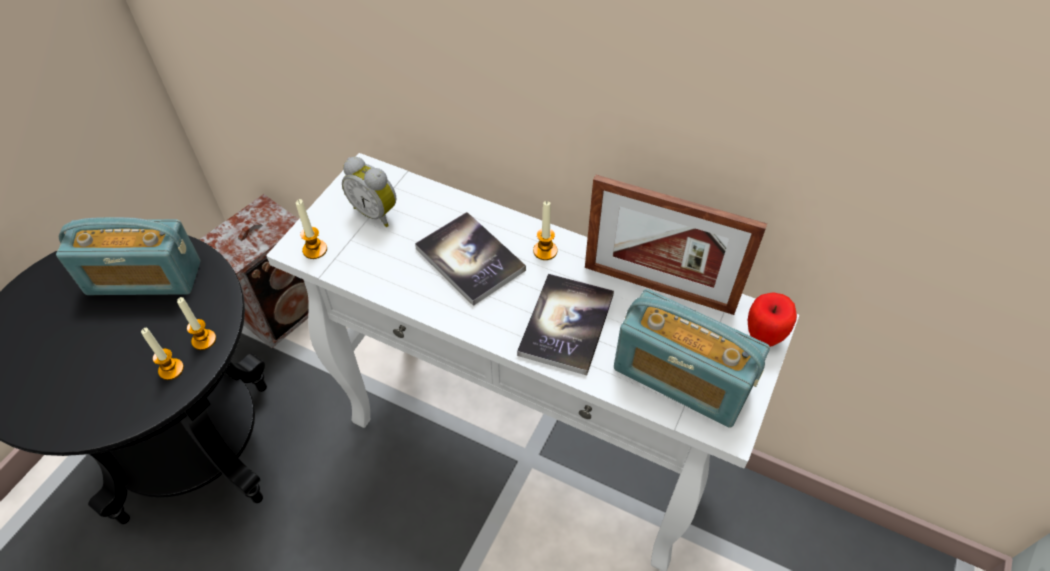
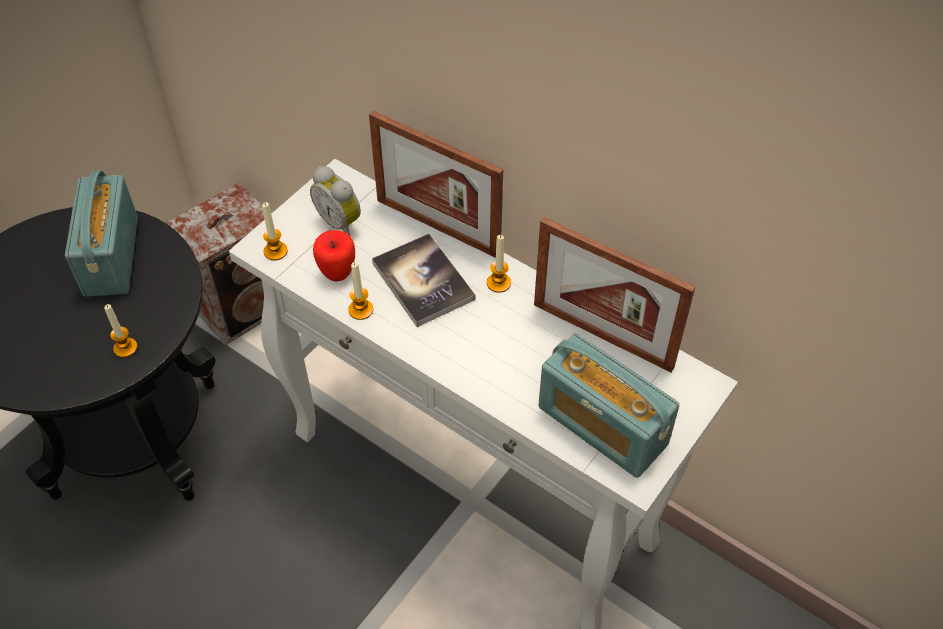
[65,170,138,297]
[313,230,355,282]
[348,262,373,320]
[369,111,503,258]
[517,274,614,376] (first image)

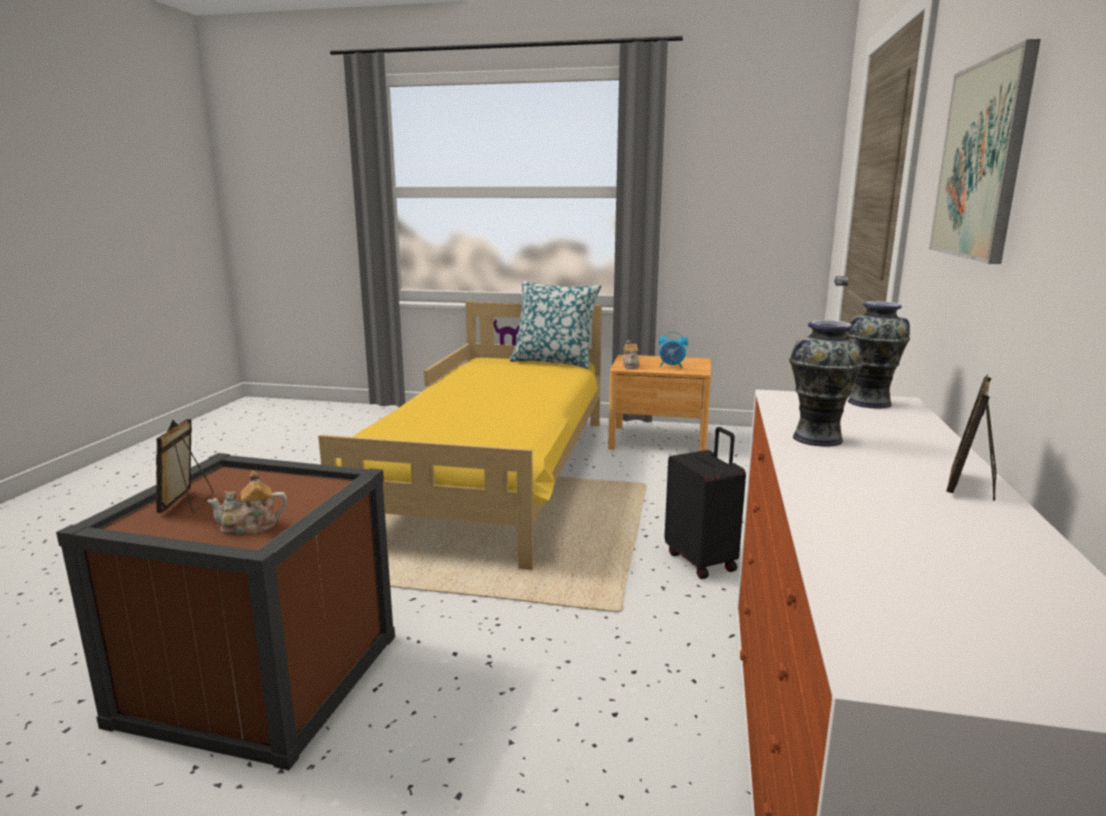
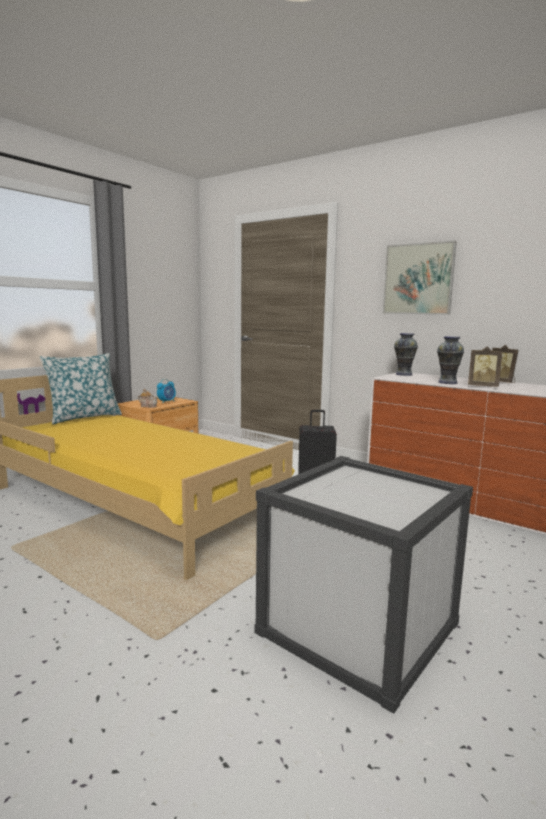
[254,456,473,714]
[468,347,502,387]
[207,471,287,535] (first image)

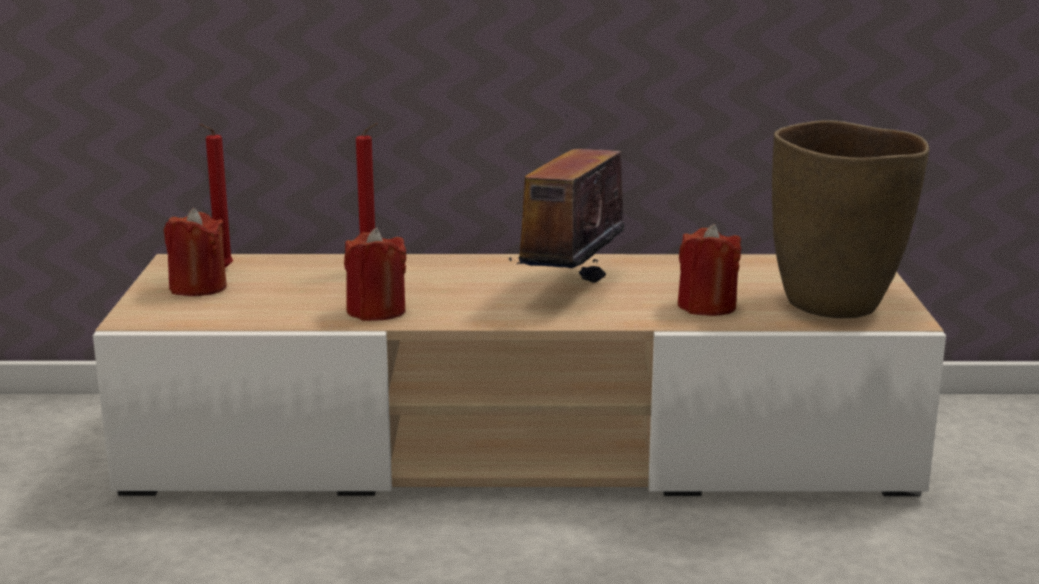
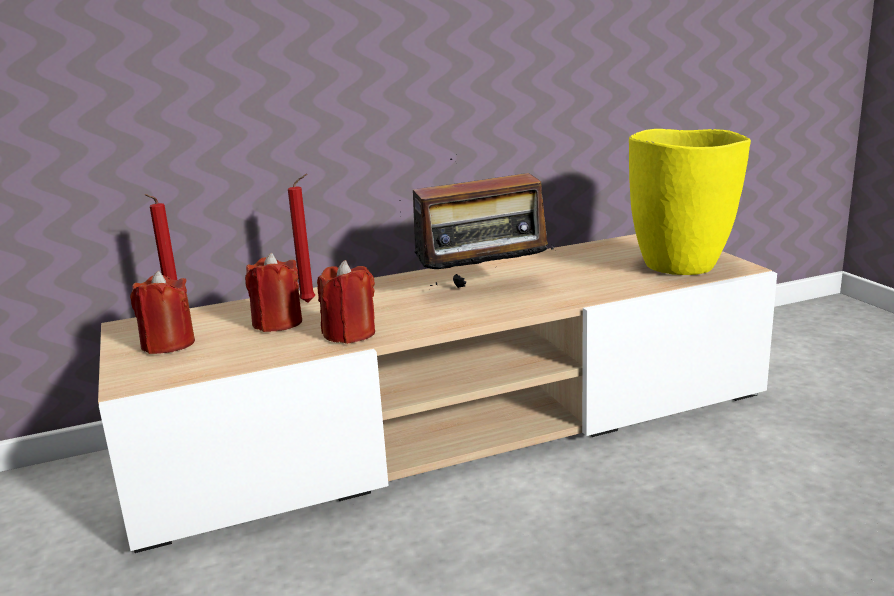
[245,253,302,332]
[413,154,554,288]
[629,129,751,275]

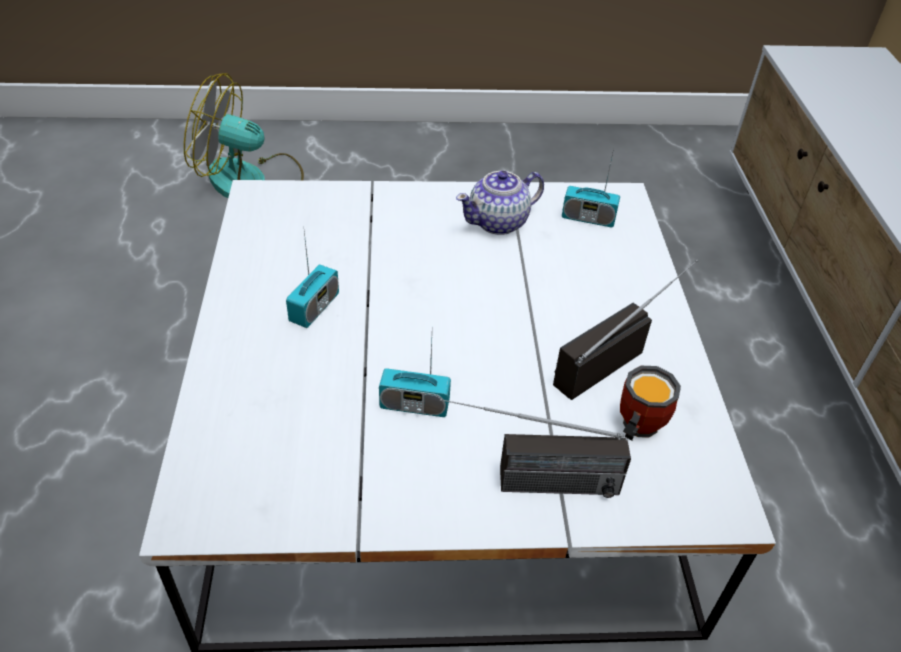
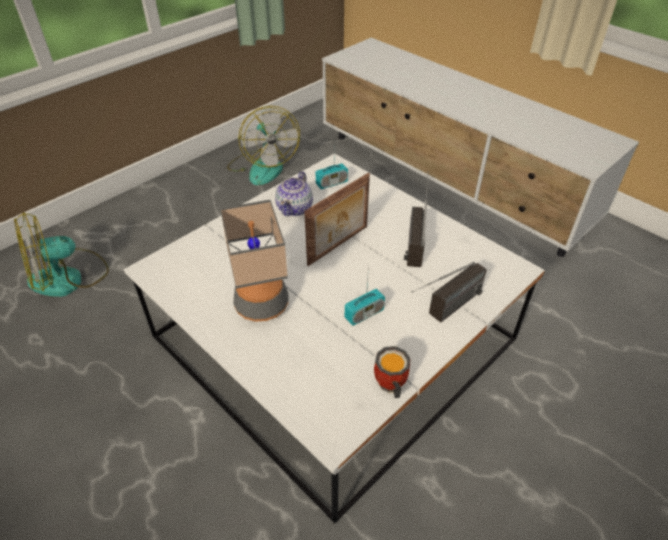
[220,200,289,322]
[227,106,300,185]
[304,173,370,266]
[374,346,411,398]

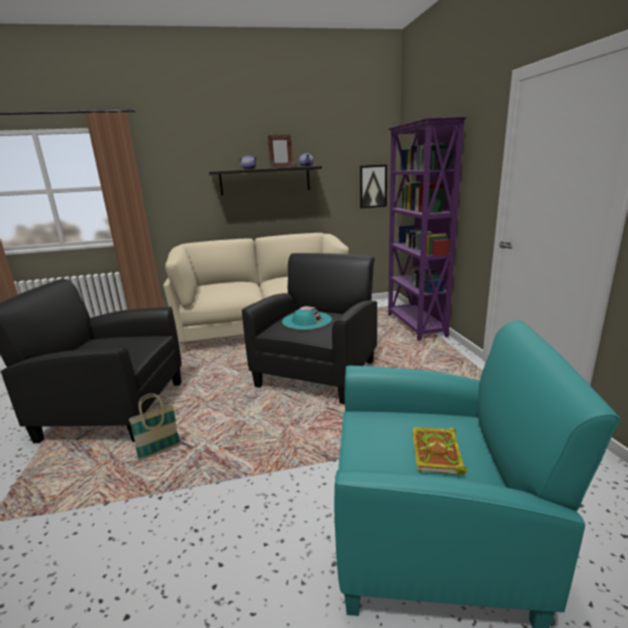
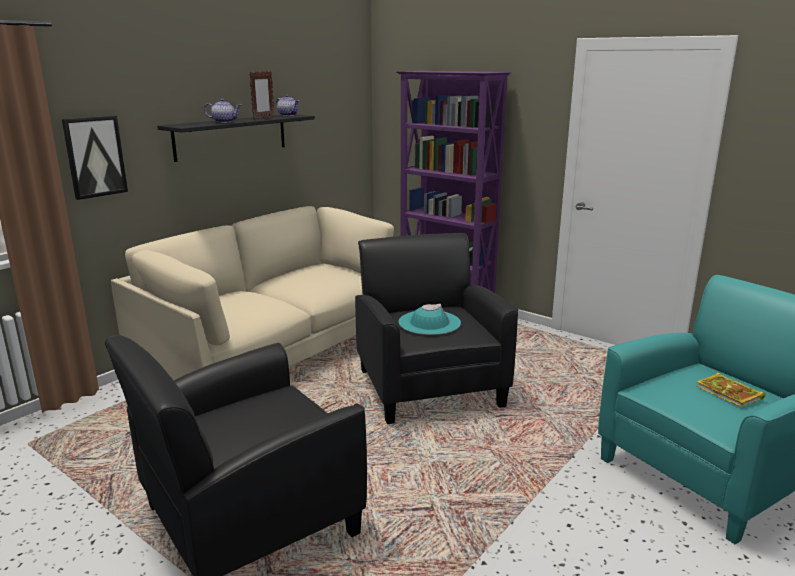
[62,116,128,200]
[129,393,181,461] (first image)

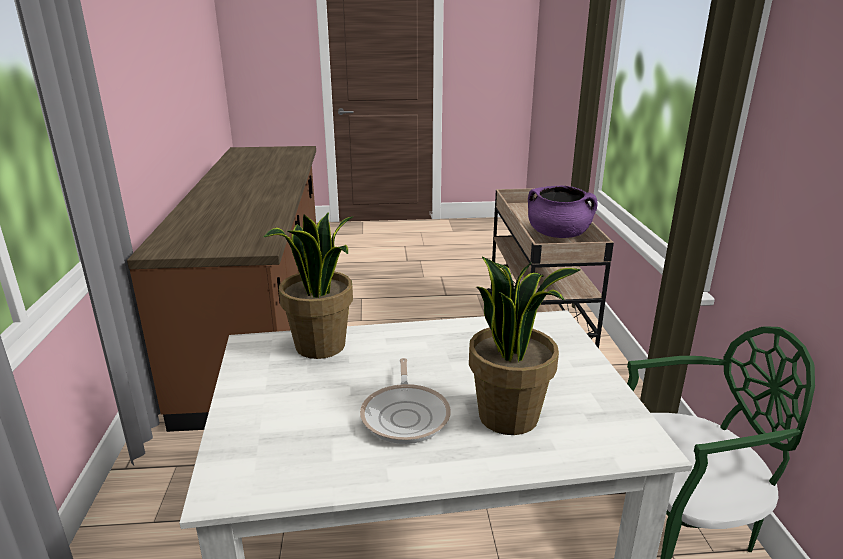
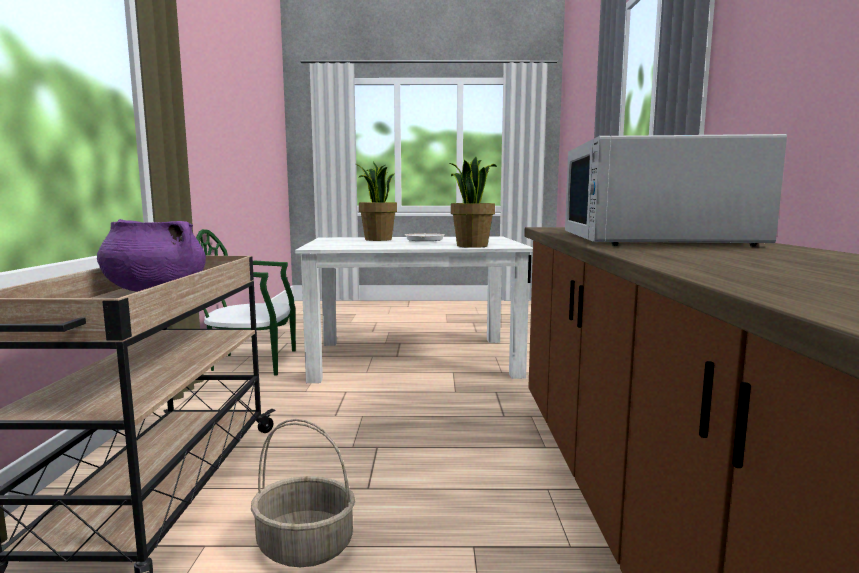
[251,419,355,567]
[565,134,787,247]

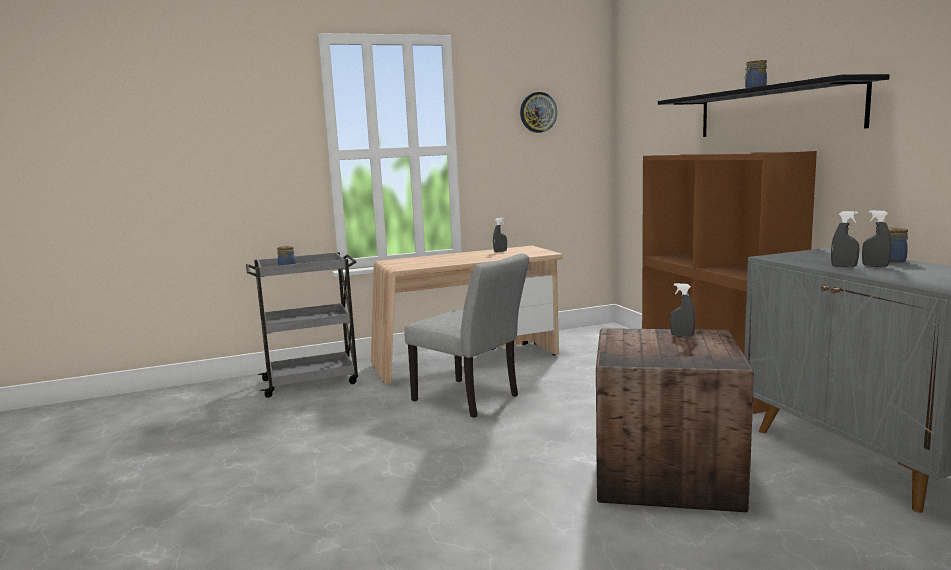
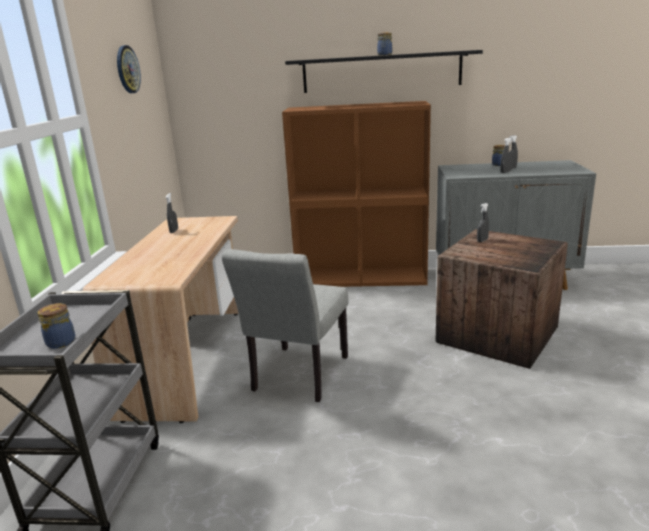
[222,249,349,402]

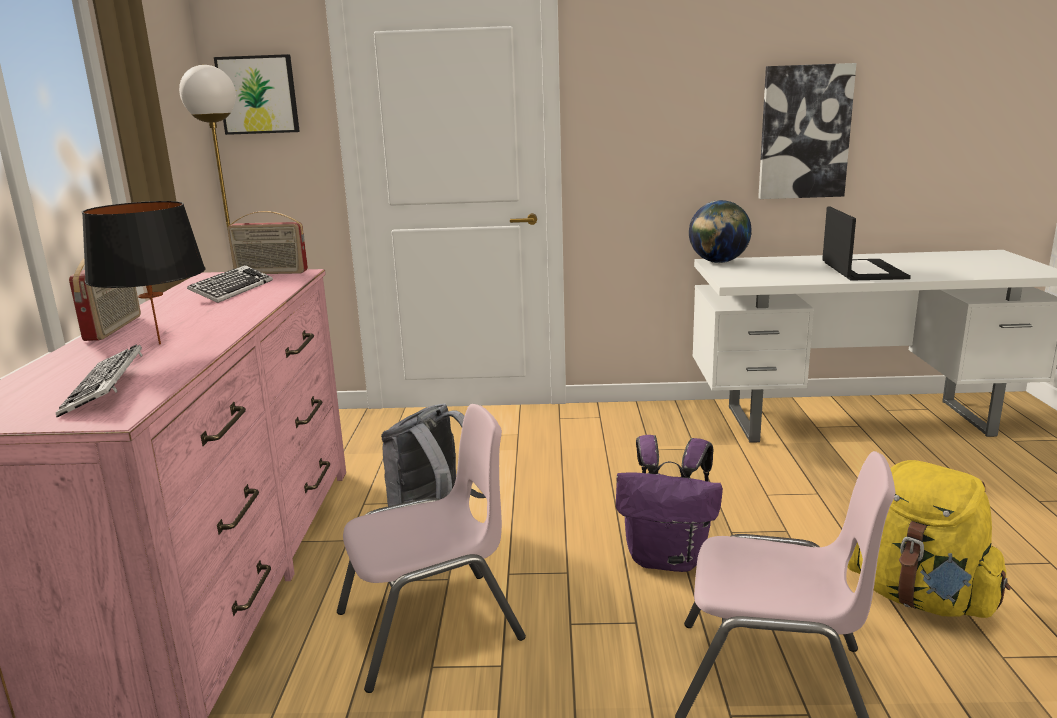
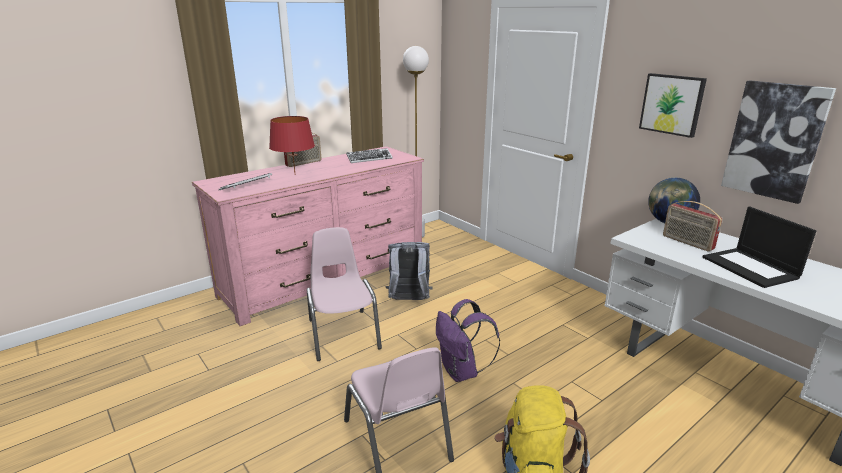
[269,116,315,172]
[307,227,382,361]
[639,73,707,138]
[663,201,722,251]
[702,207,817,288]

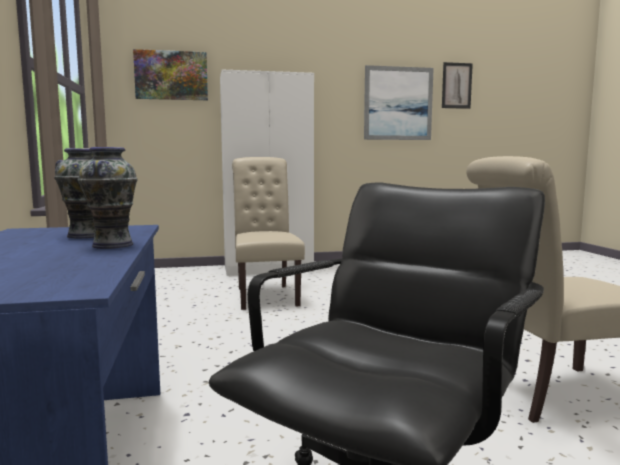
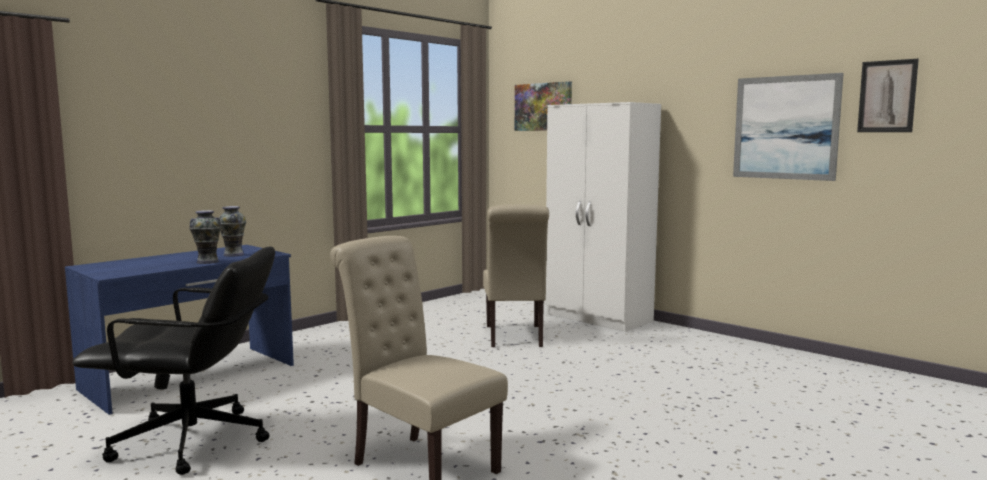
[483,204,549,347]

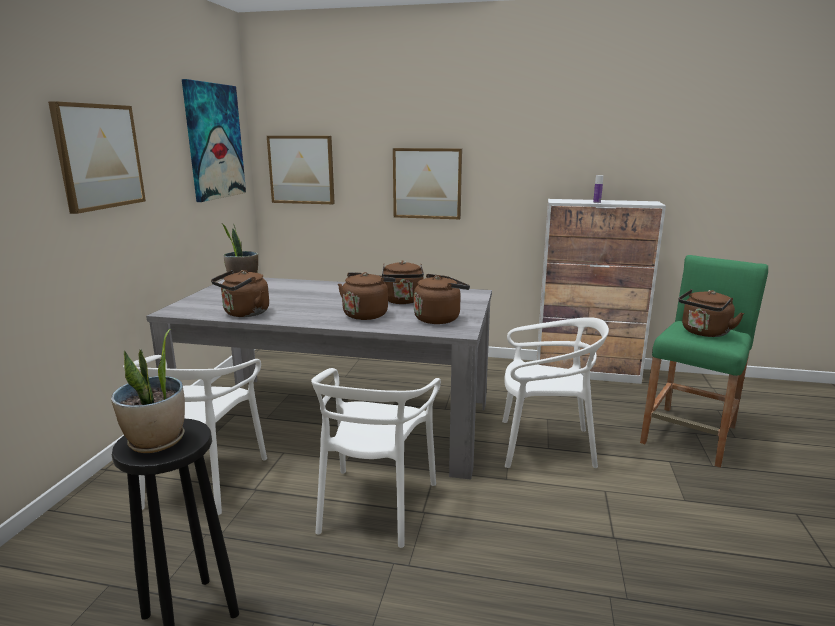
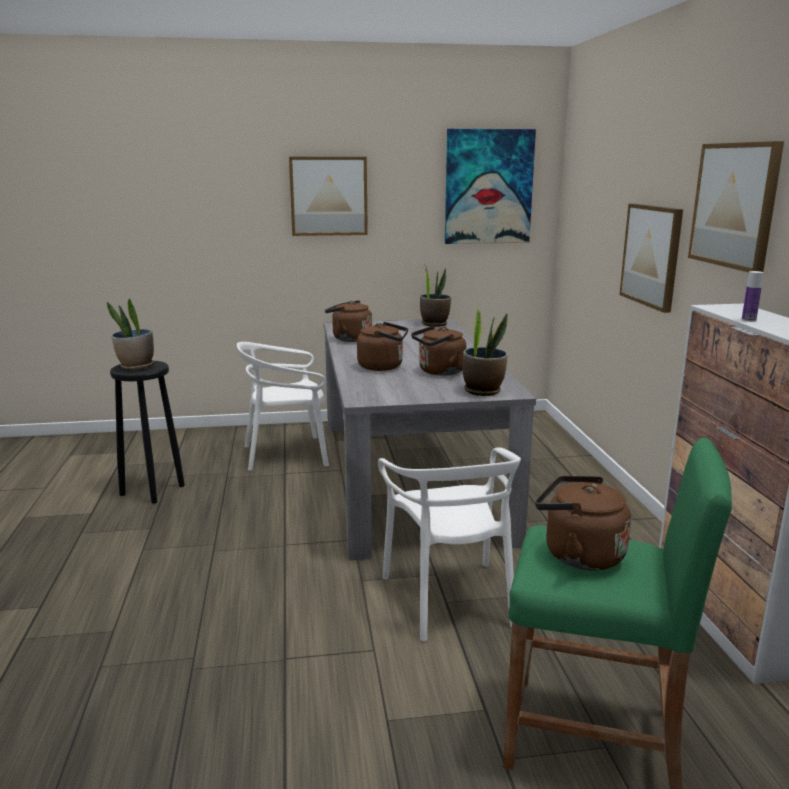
[463,306,508,396]
[688,141,784,272]
[311,368,441,548] (first image)
[414,274,470,324] (first image)

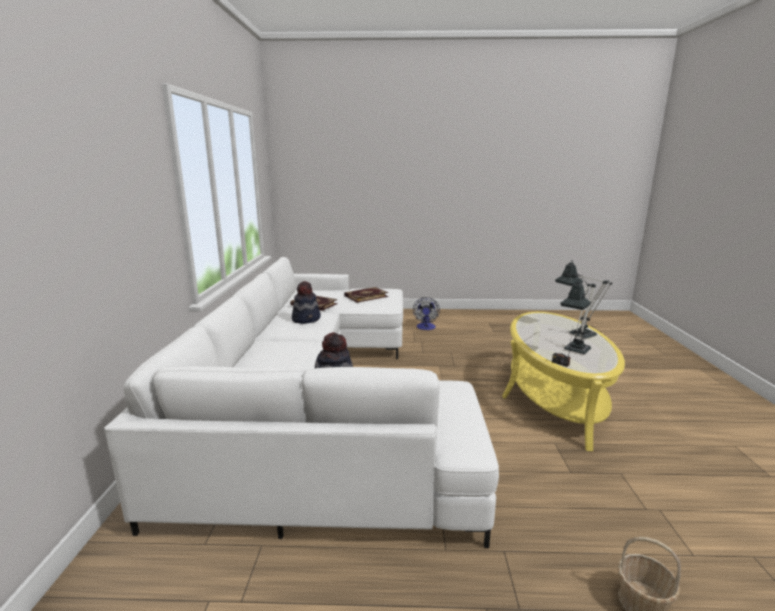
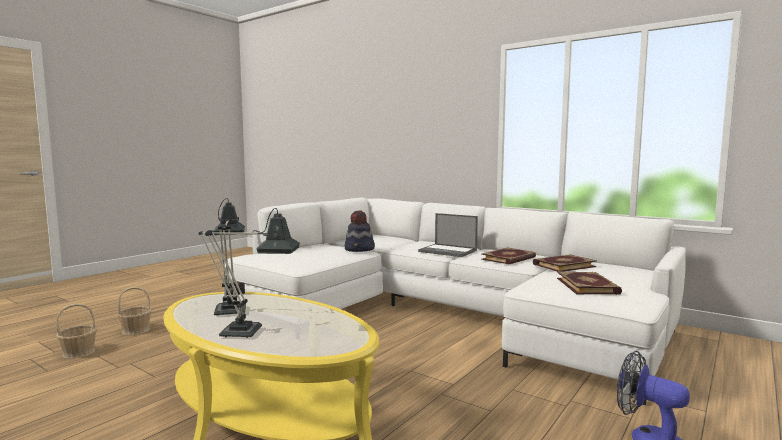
[56,304,97,359]
[418,213,478,257]
[481,247,536,265]

